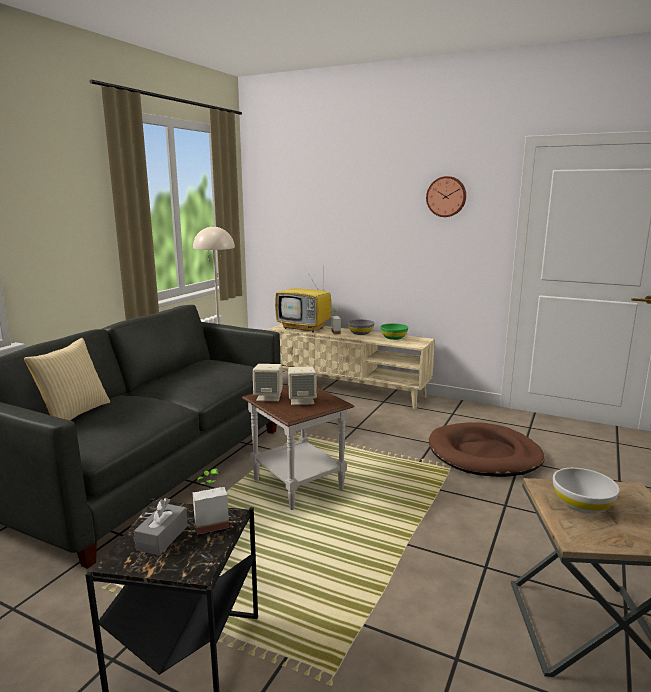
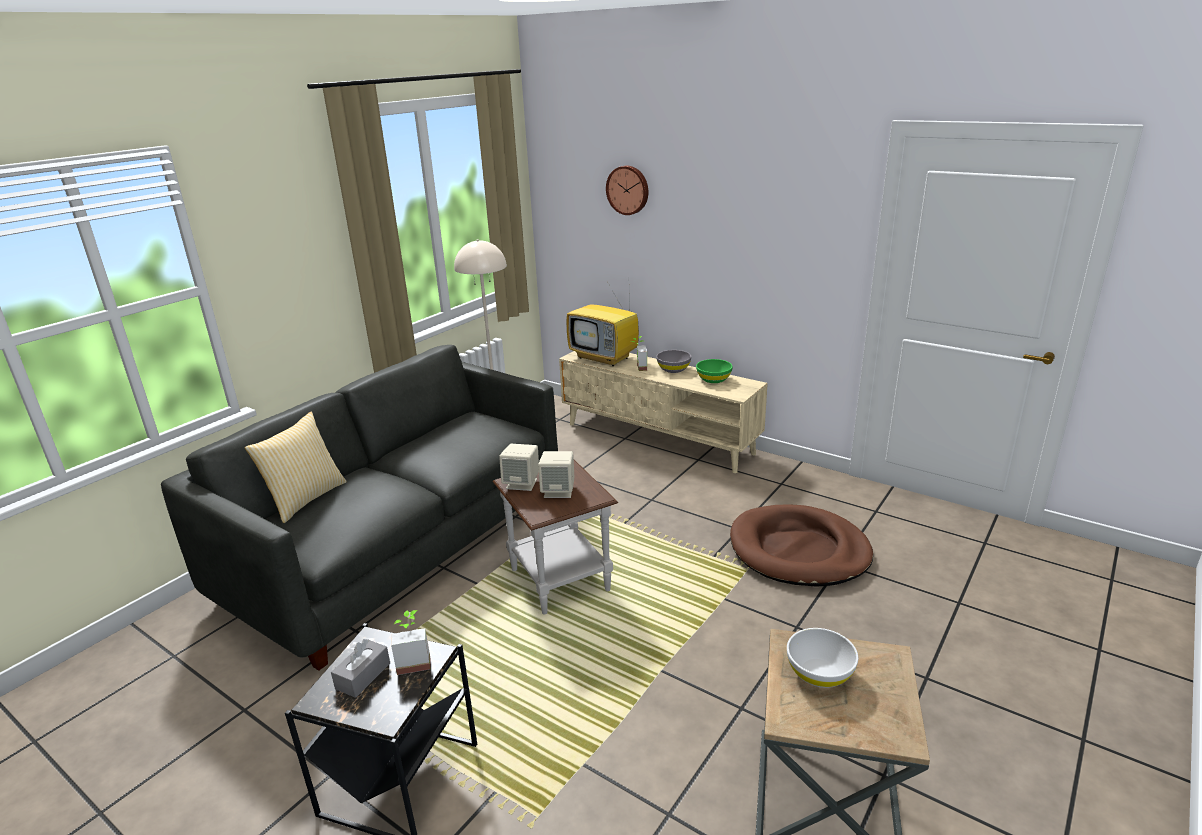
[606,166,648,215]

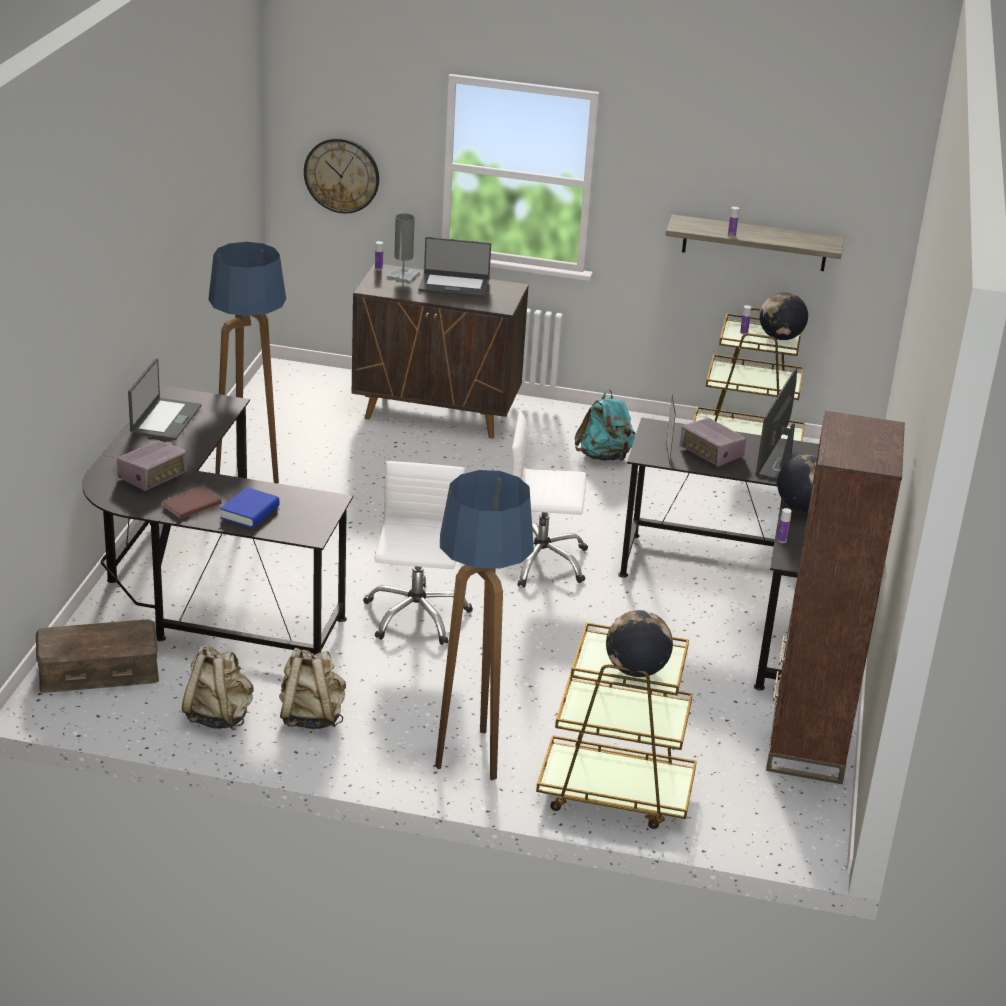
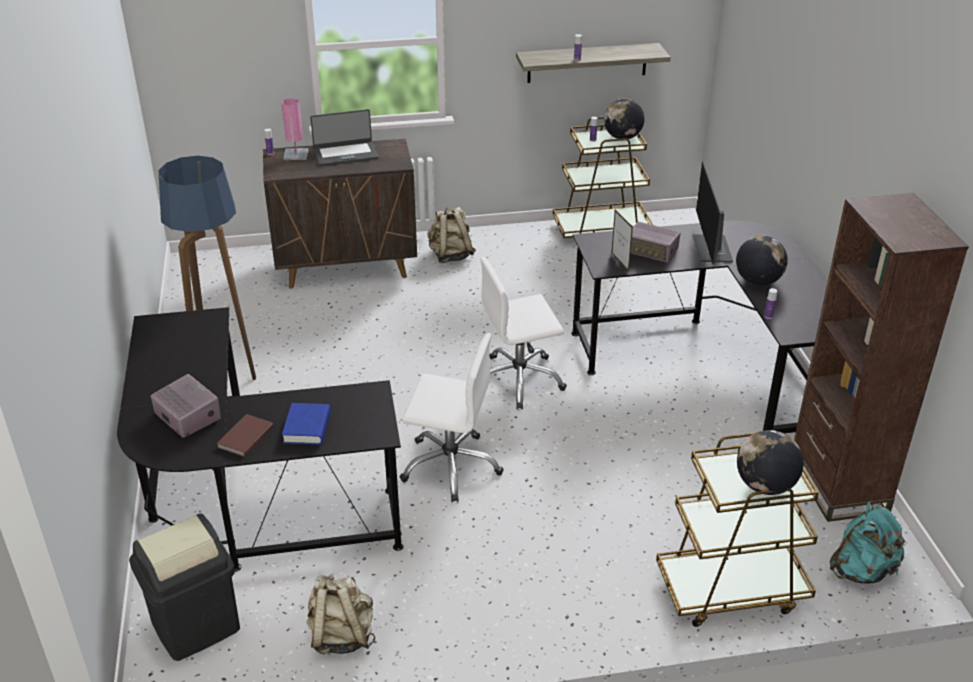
[129,514,240,661]
[151,374,221,438]
[281,98,309,160]
[400,333,504,502]
[428,207,476,263]
[829,501,907,584]
[128,359,201,440] (first image)
[304,138,379,213] (first image)
[435,470,534,780] (first image)

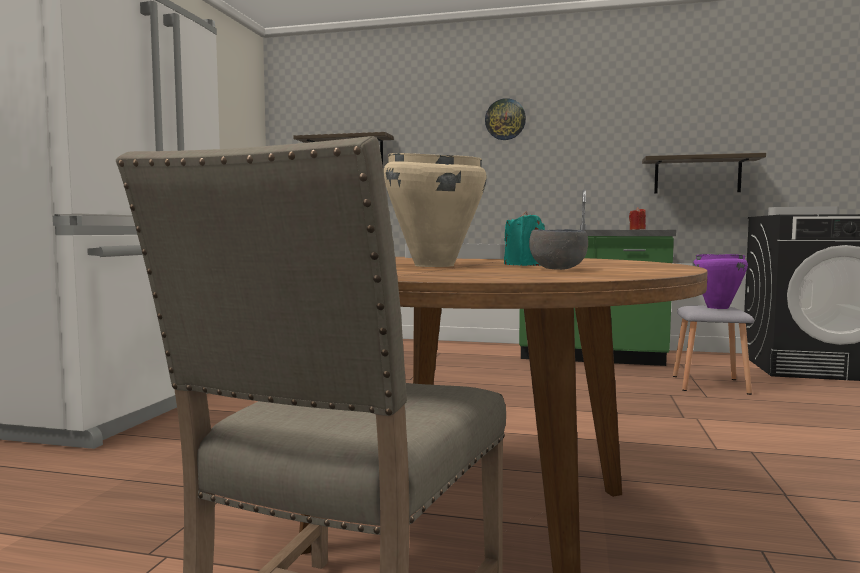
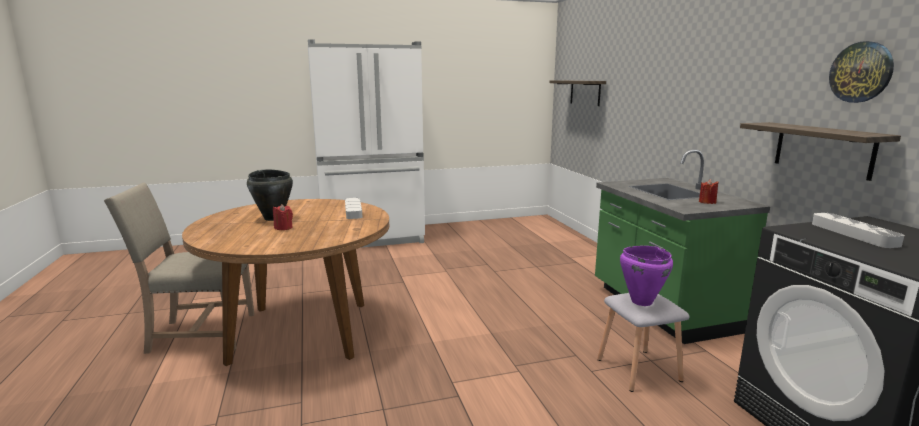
[247,170,293,221]
[273,204,293,230]
[829,41,894,103]
[529,229,588,270] (first image)

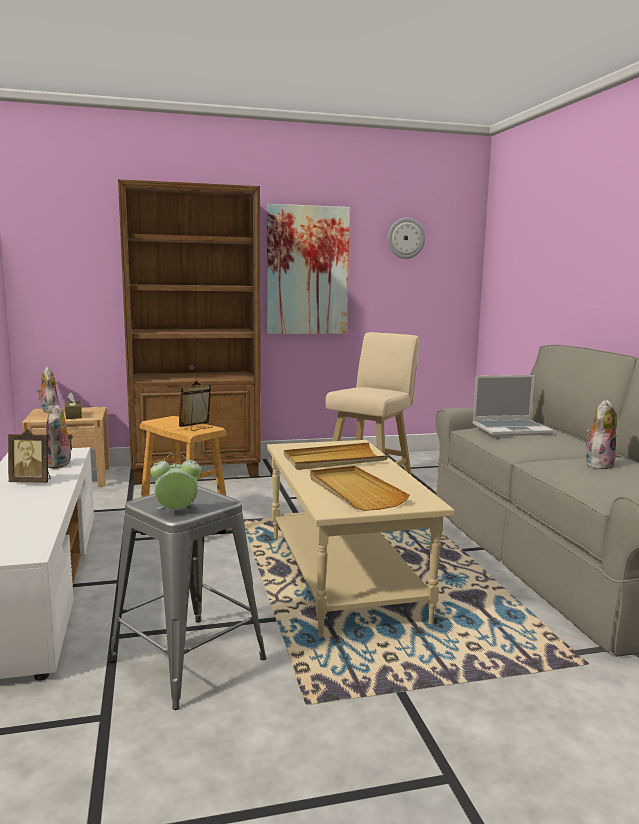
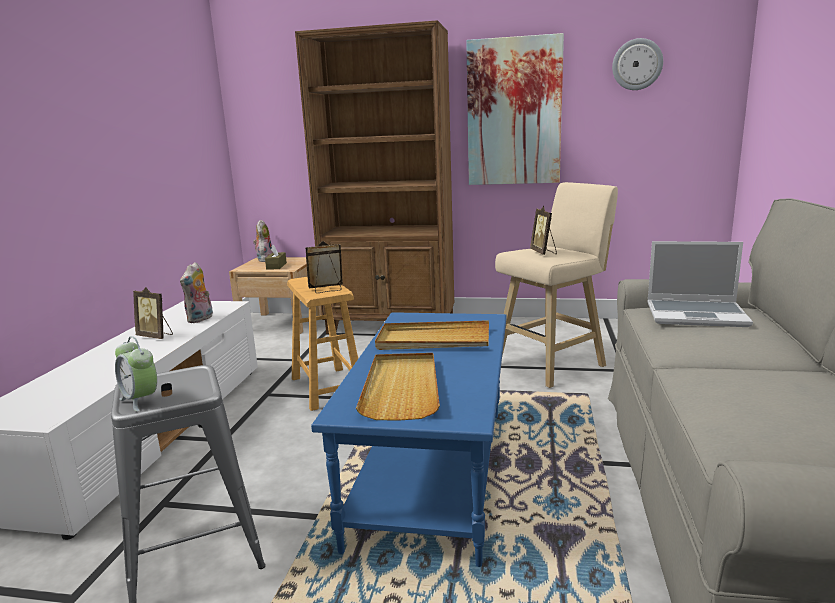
[115,336,157,412]
[311,312,506,567]
[530,206,557,255]
[586,400,617,469] (first image)

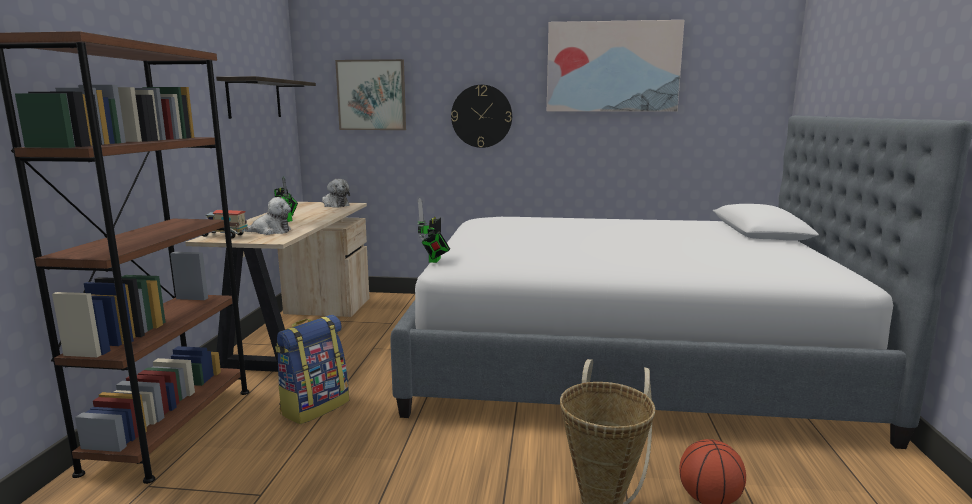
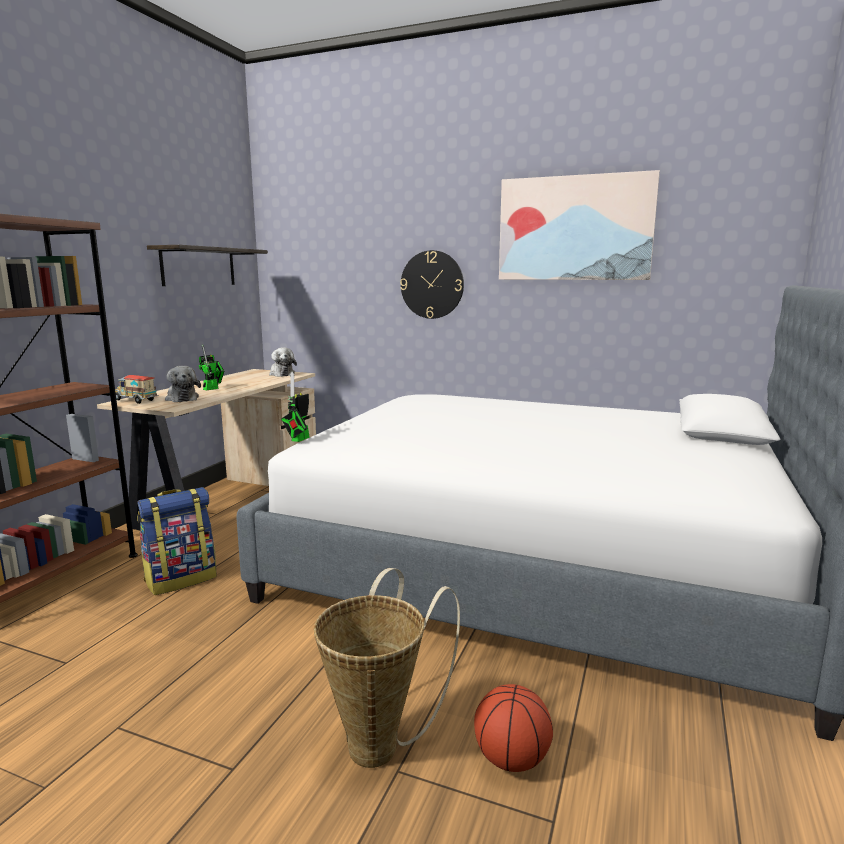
[165,366,201,402]
[335,59,406,130] (first image)

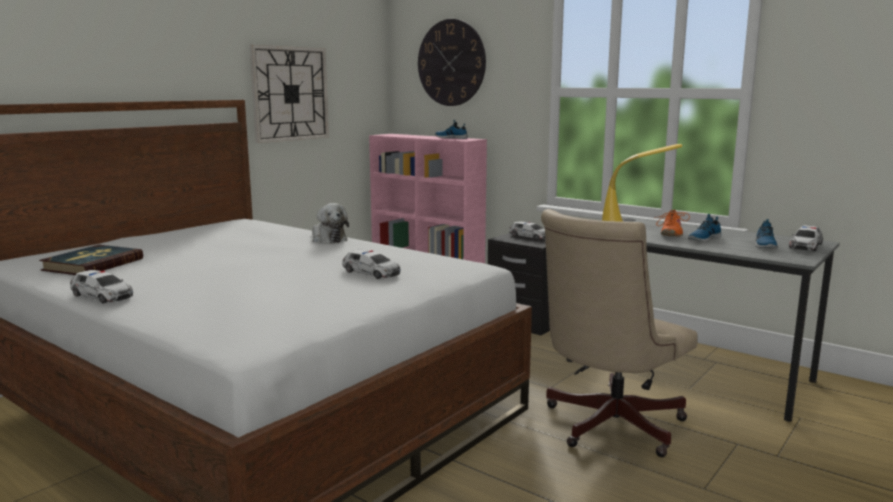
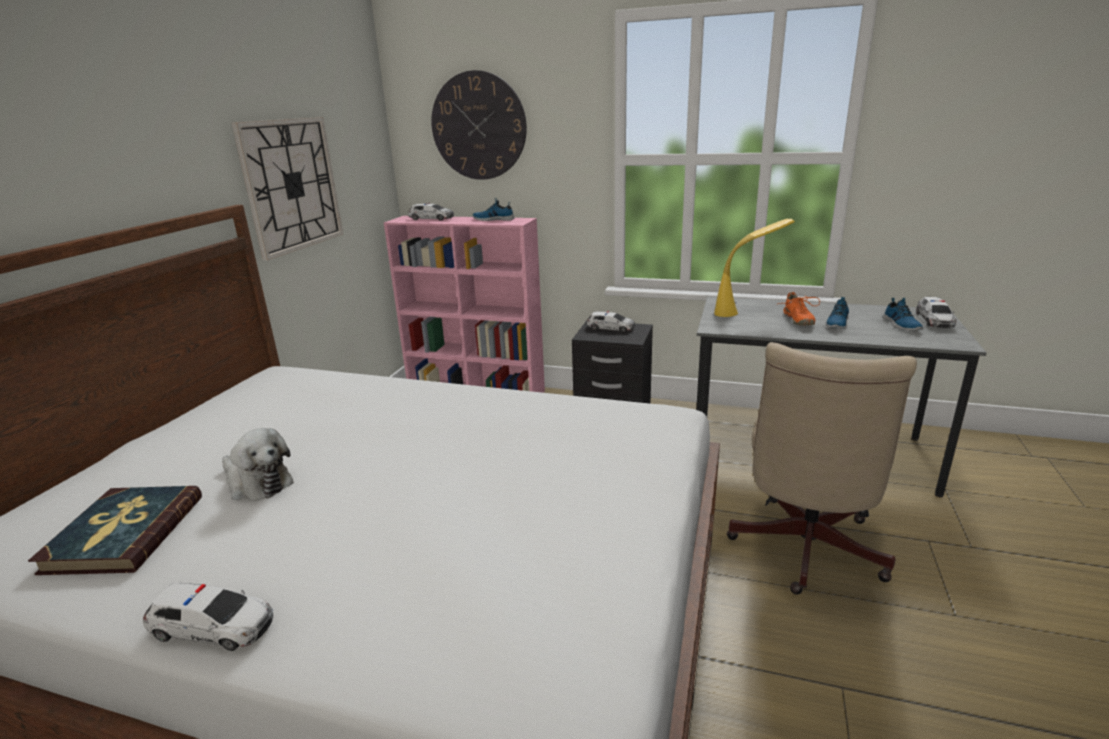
[222,428,294,501]
[408,203,454,221]

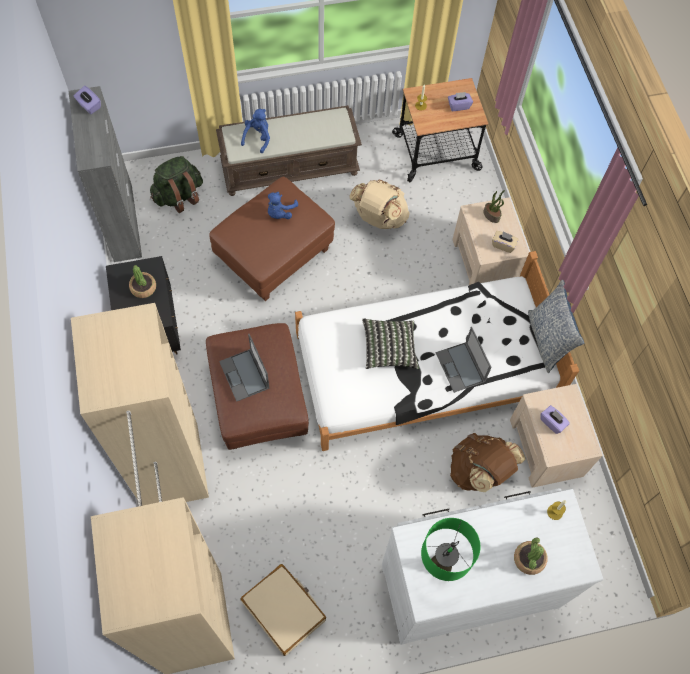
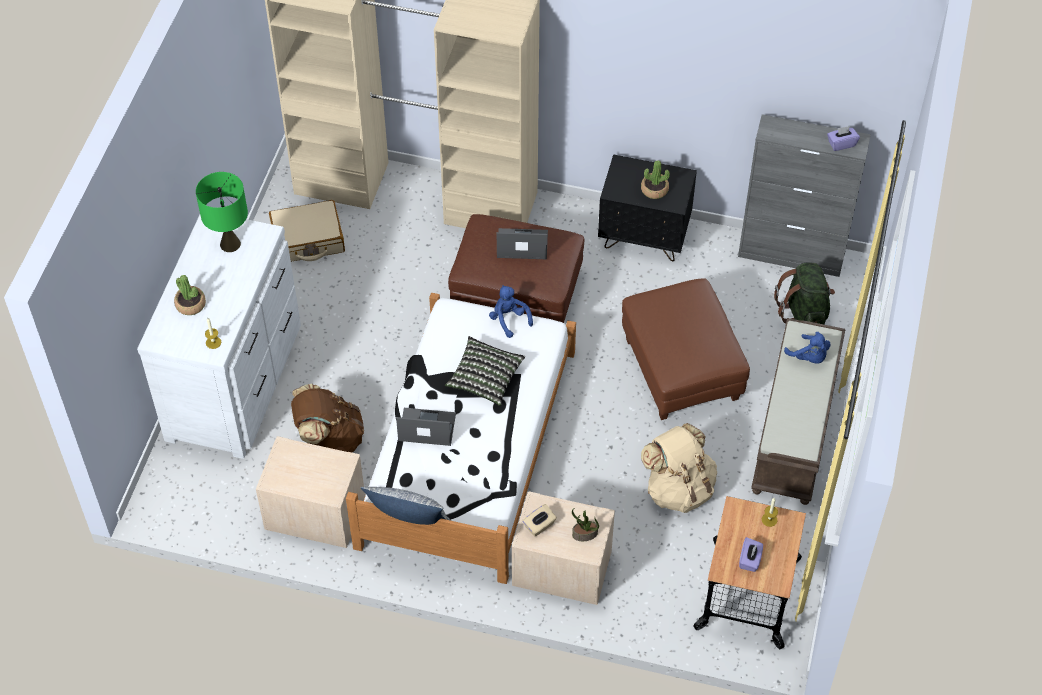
[489,285,533,338]
[540,405,570,434] (first image)

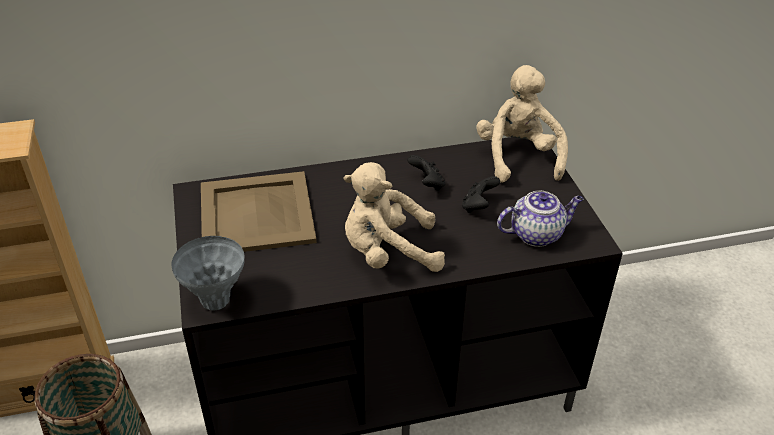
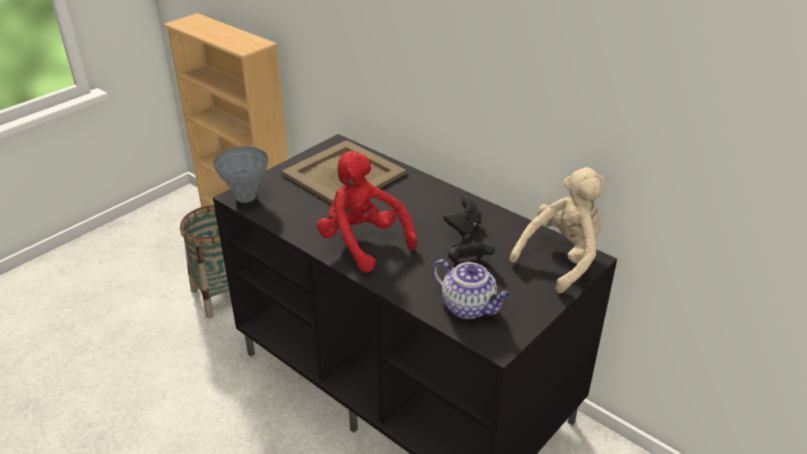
[317,151,417,273]

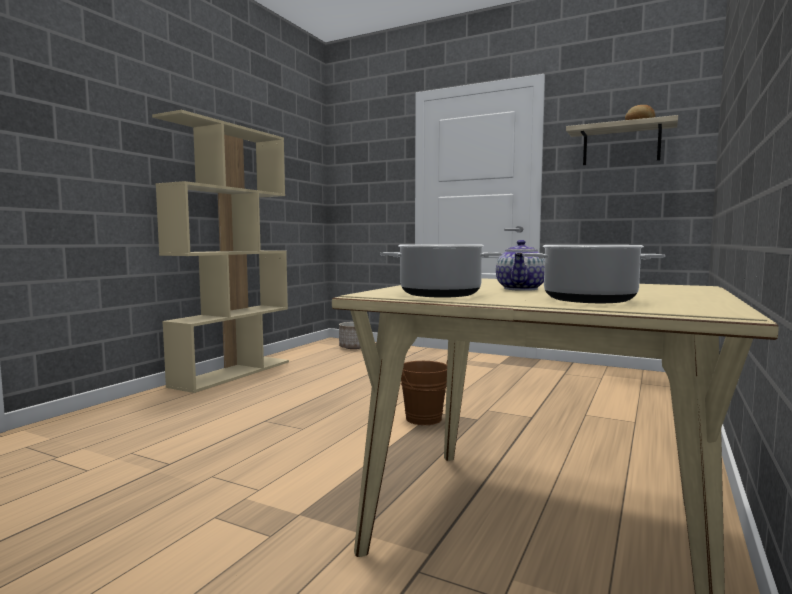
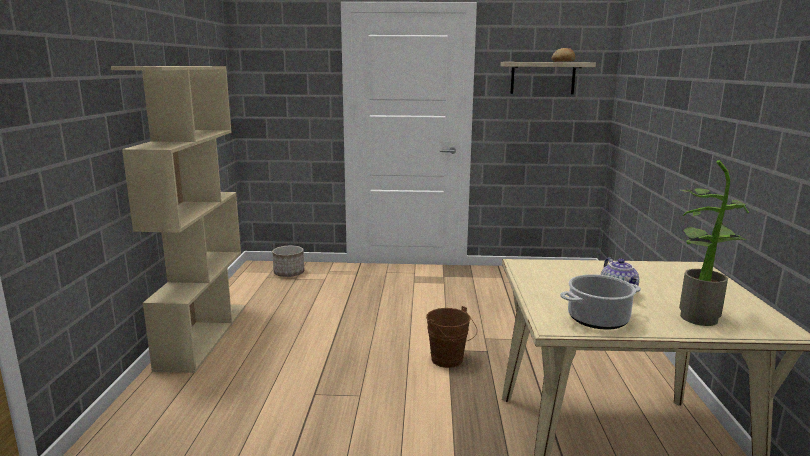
[678,160,749,326]

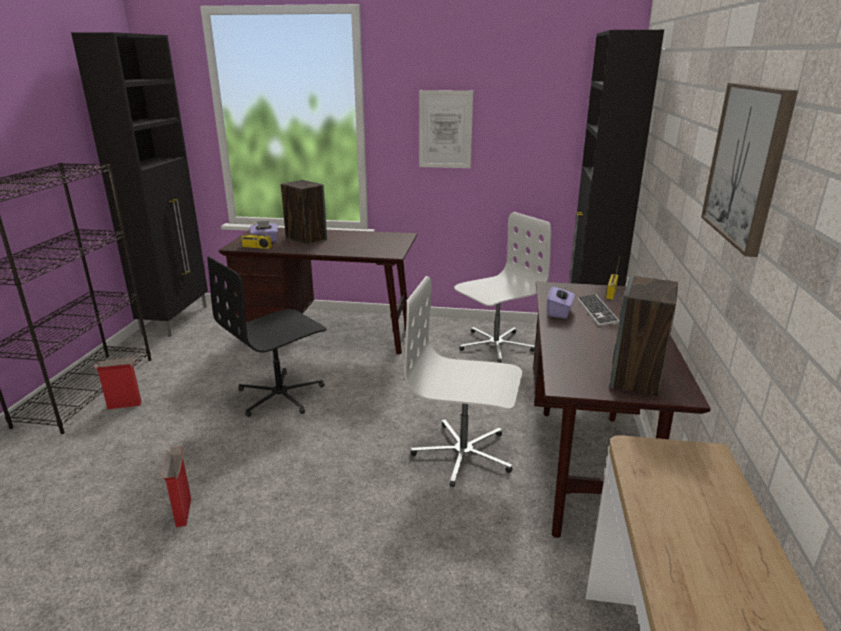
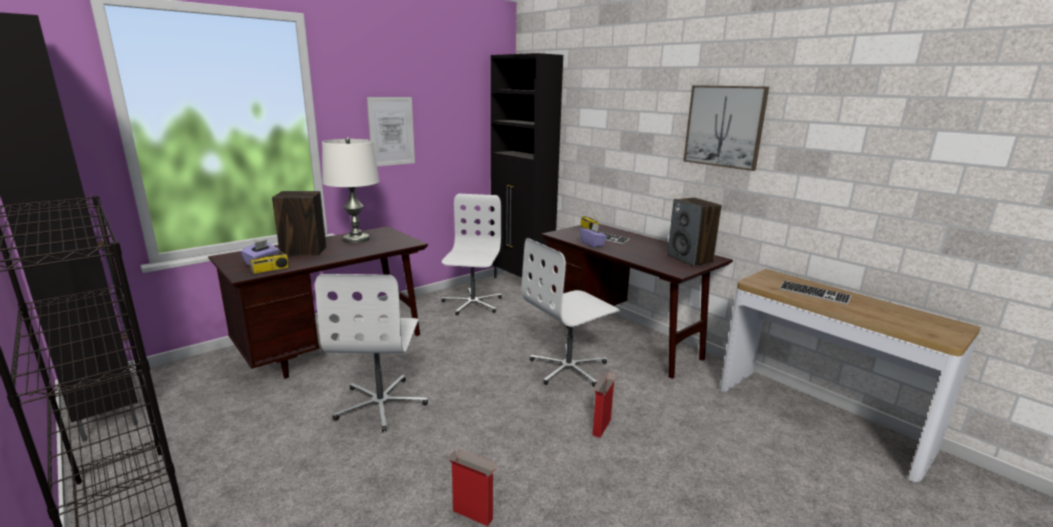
[315,274,428,432]
[322,137,380,243]
[593,372,617,438]
[779,281,852,305]

